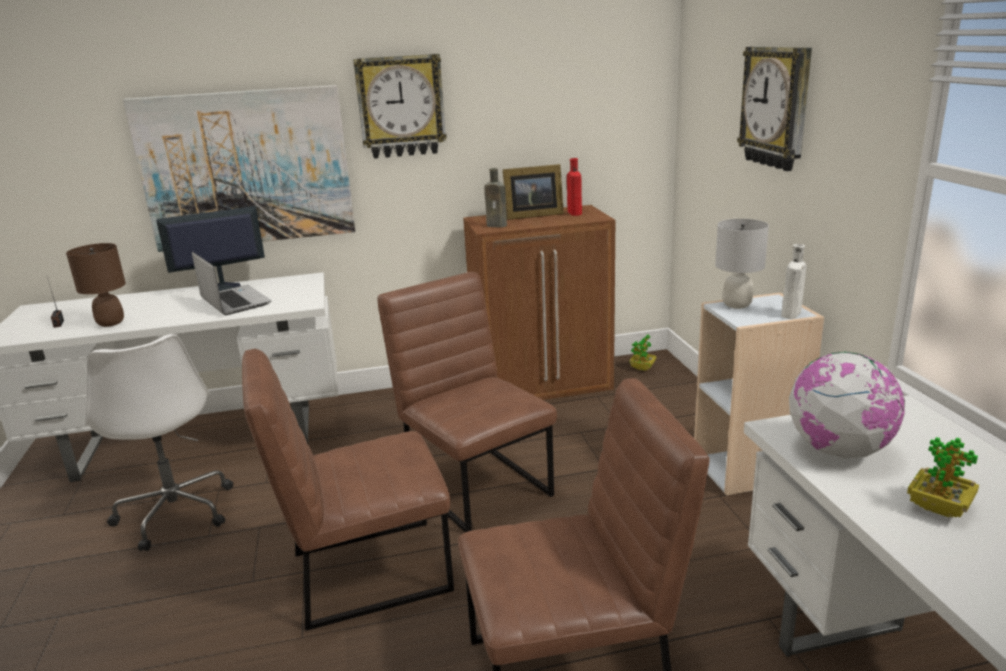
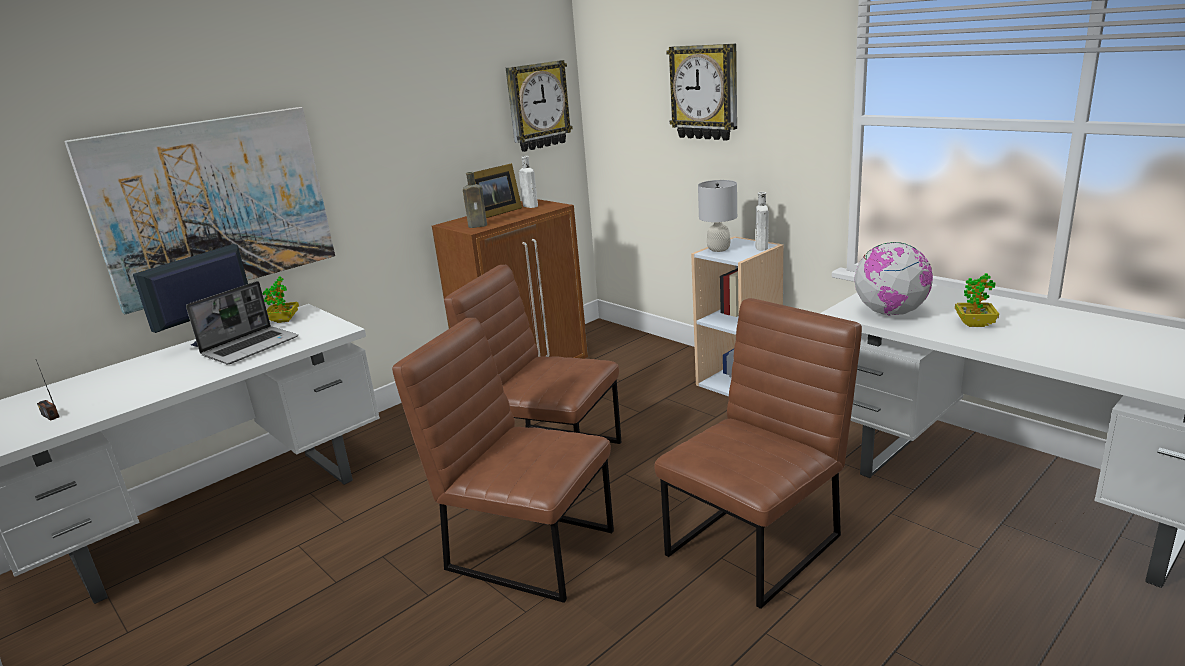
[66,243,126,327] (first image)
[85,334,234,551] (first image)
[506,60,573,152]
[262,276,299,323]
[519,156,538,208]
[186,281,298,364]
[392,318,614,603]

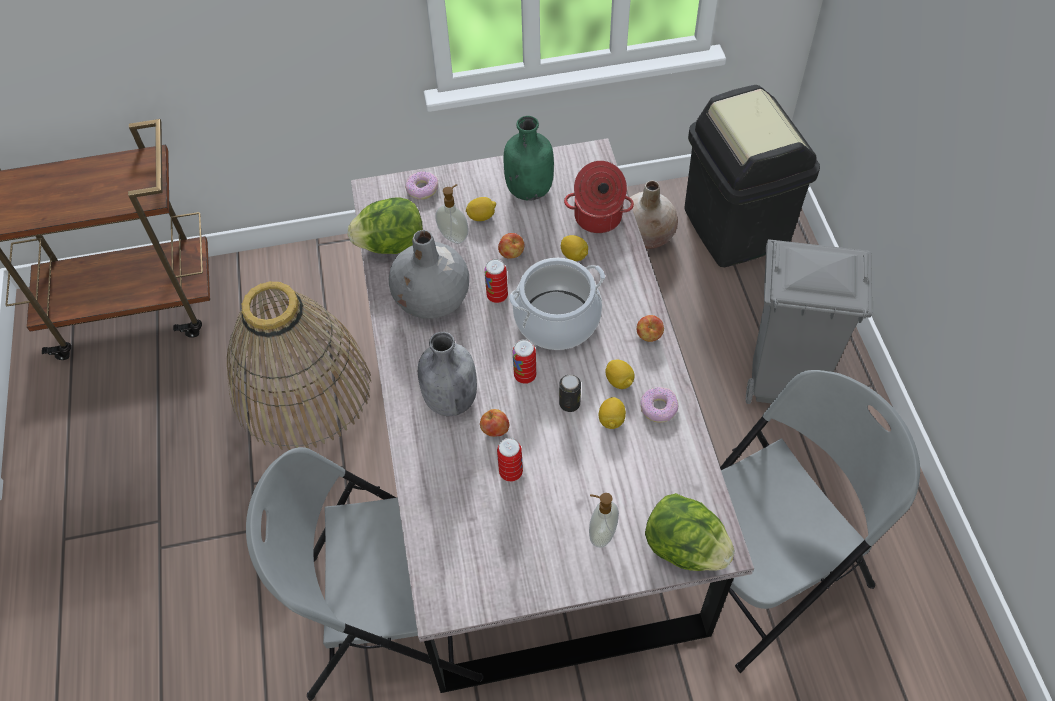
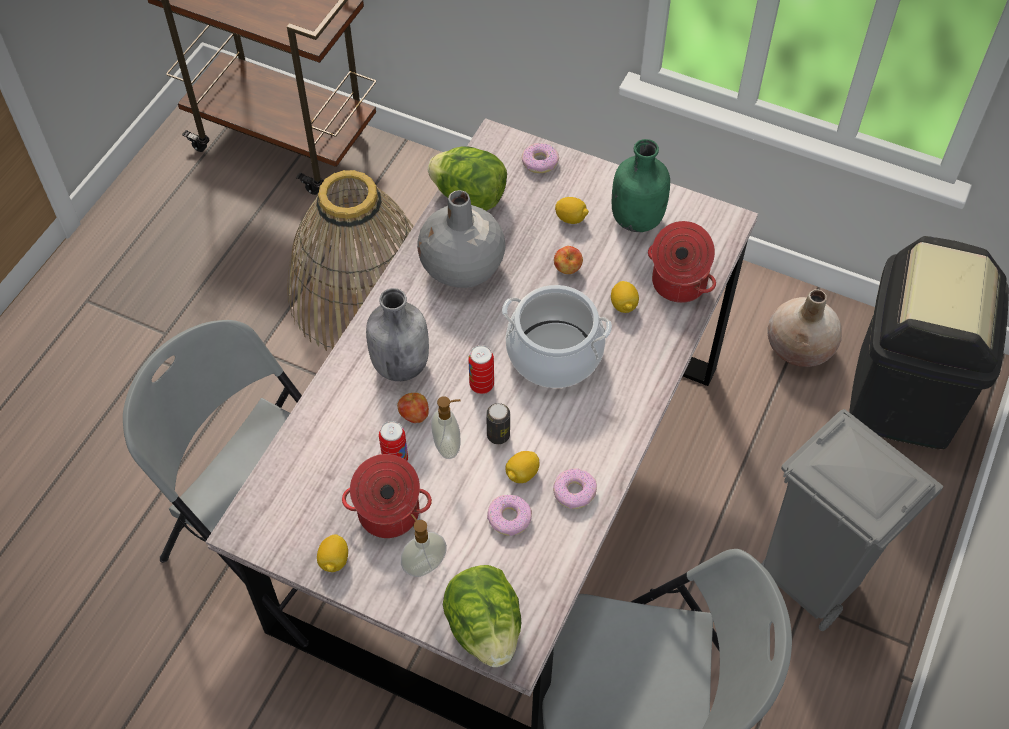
[484,259,508,303] (first image)
[637,315,664,342] (first image)
[342,454,432,538]
[487,495,532,536]
[431,396,461,459]
[317,534,348,572]

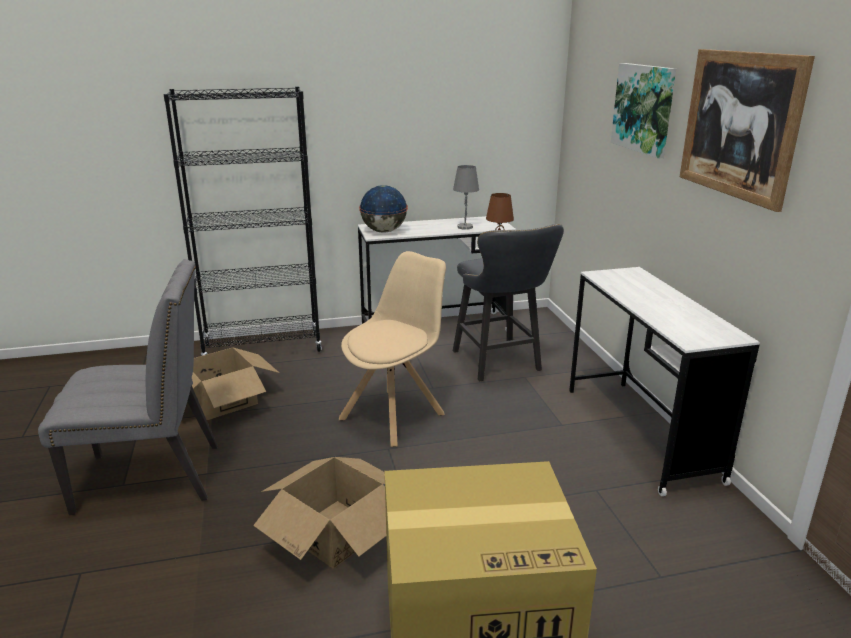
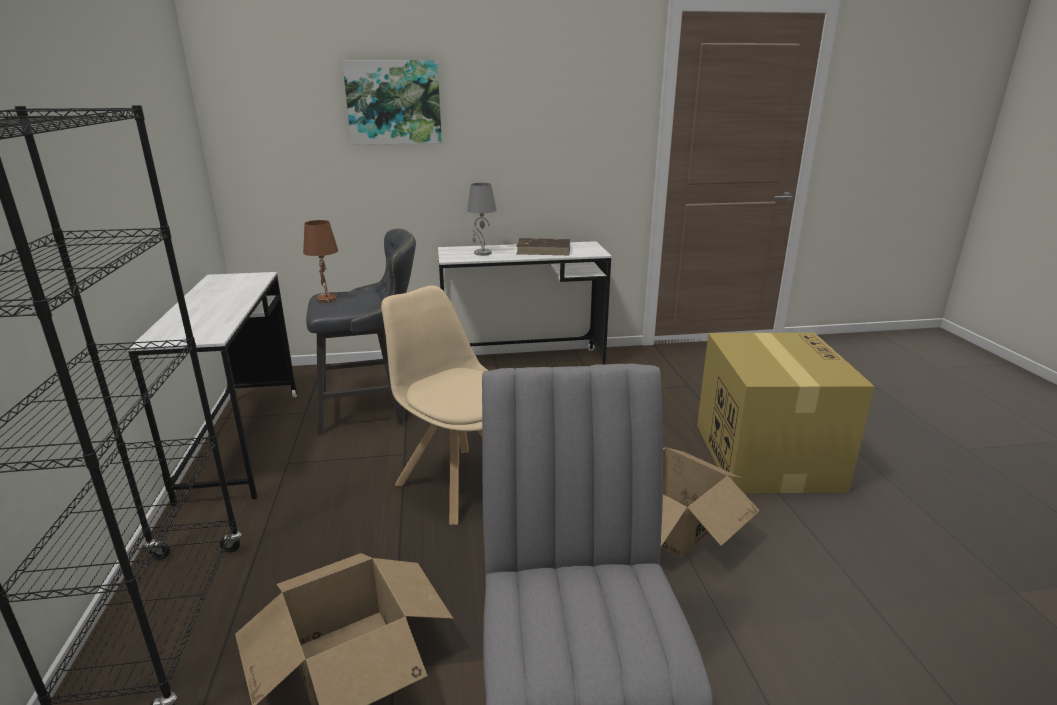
[359,185,408,233] (first image)
[680,49,815,212] (first image)
[516,238,570,255]
[467,183,496,256]

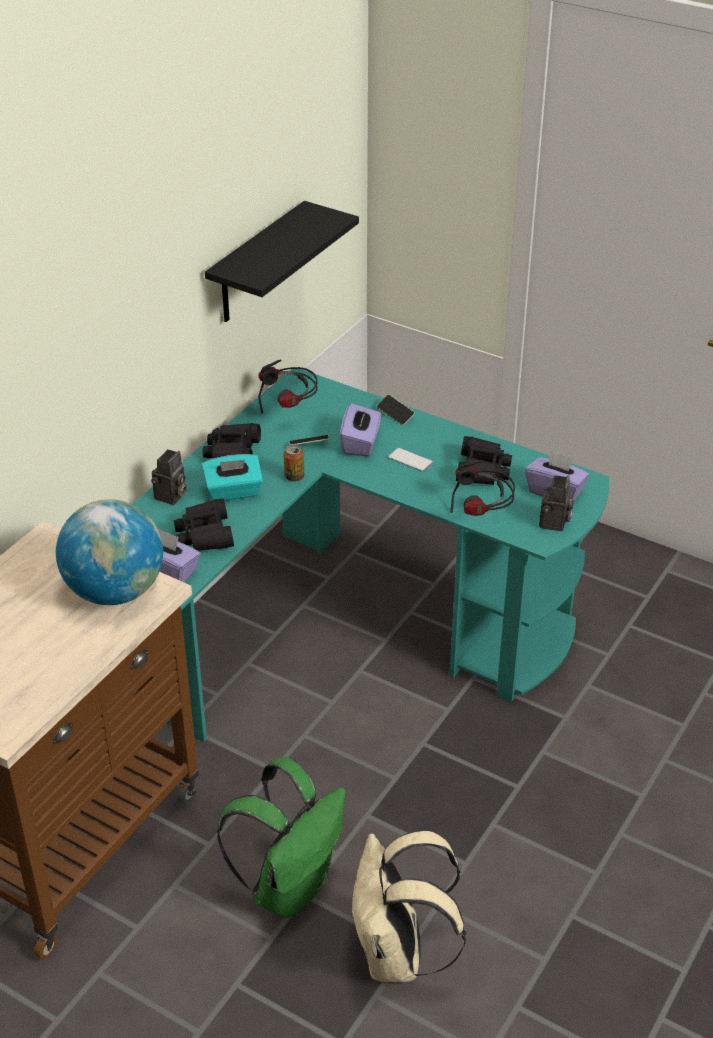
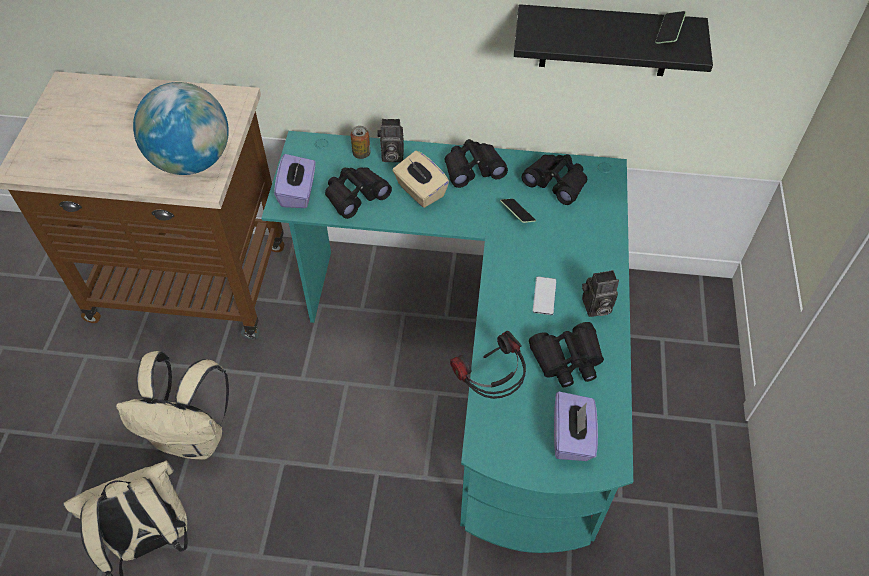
[340,403,381,457] (first image)
[351,126,371,159]
[655,11,686,44]
[582,270,619,317]
[522,154,587,205]
[392,151,449,208]
[116,351,229,460]

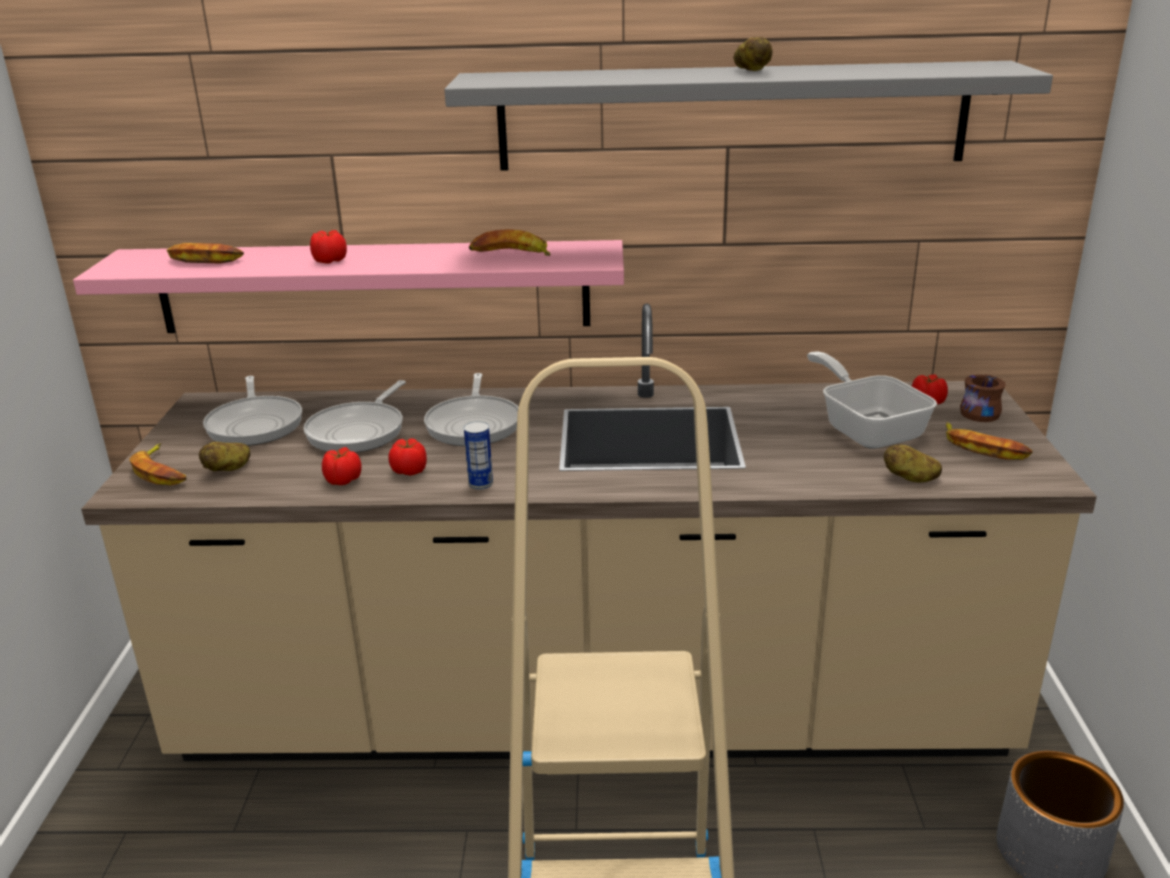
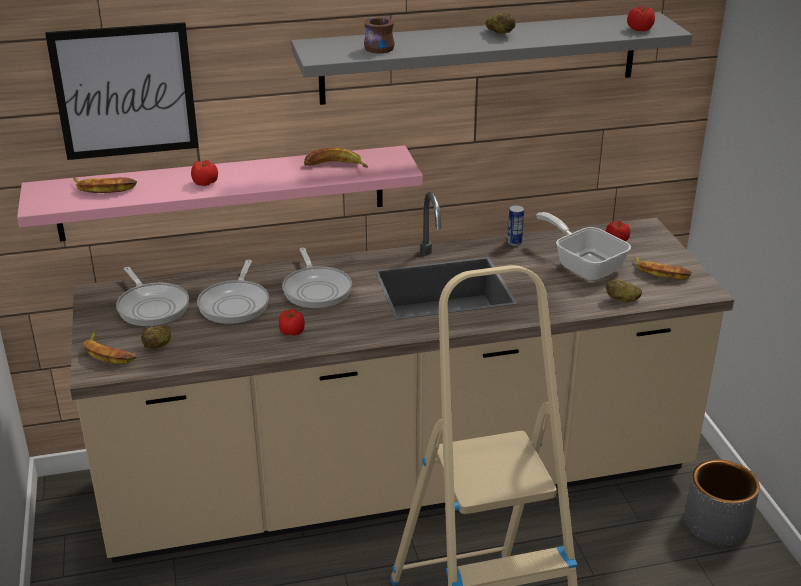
[45,22,199,160]
[627,6,655,31]
[507,205,524,246]
[364,17,395,53]

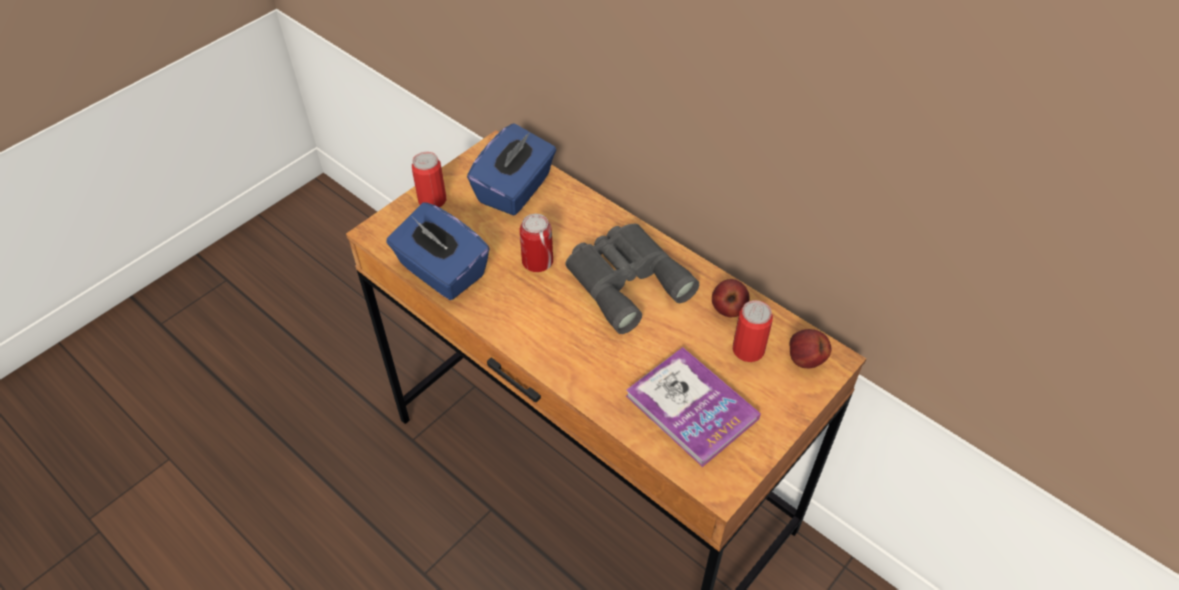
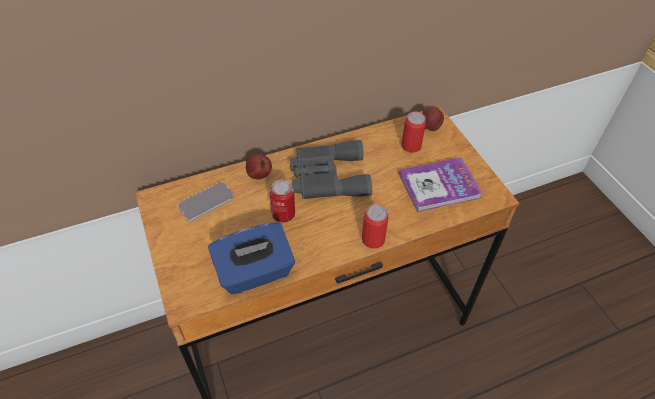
[362,204,389,249]
[246,154,272,179]
[178,182,234,221]

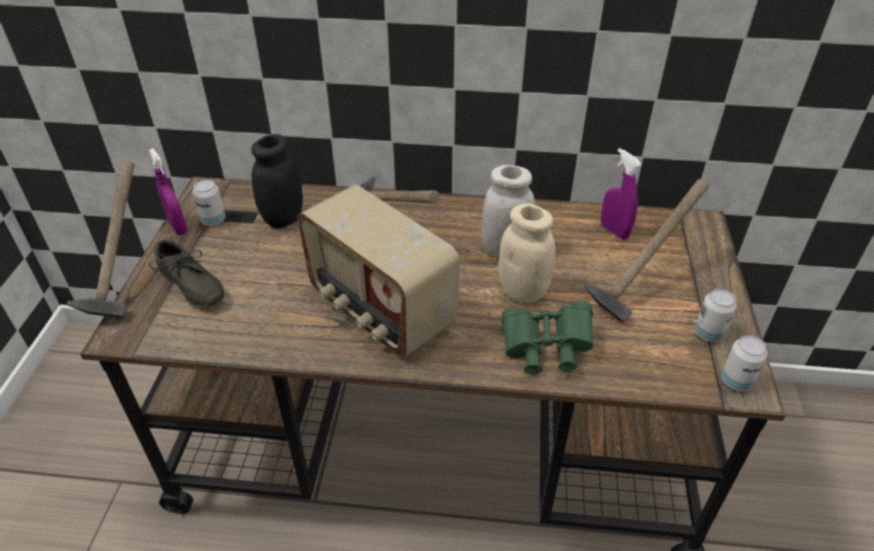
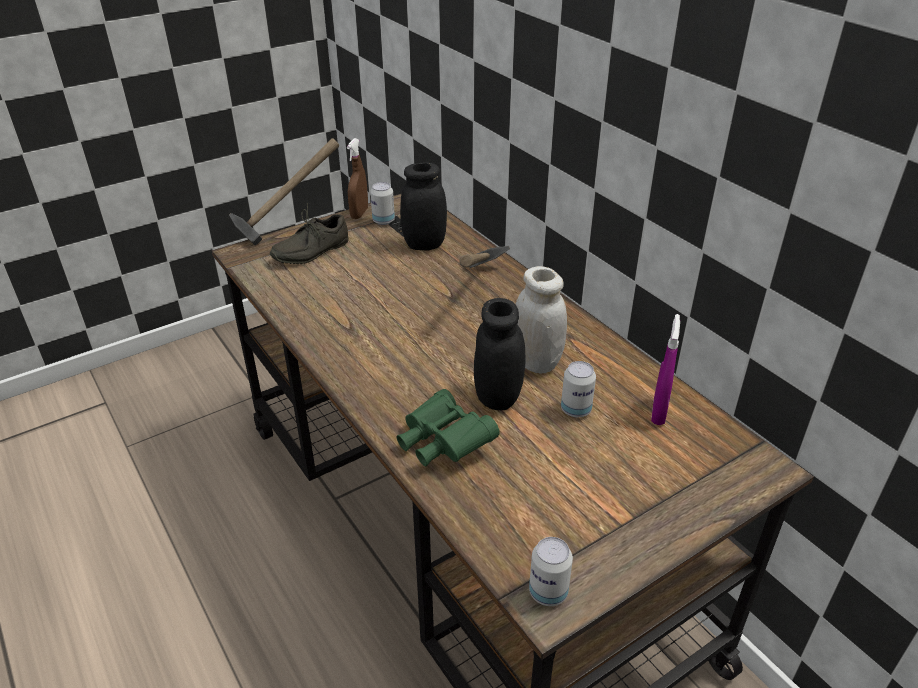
[298,185,460,357] (first image)
[585,179,709,322] (first image)
[561,361,596,418]
[347,138,368,219]
[474,298,526,410]
[270,203,349,264]

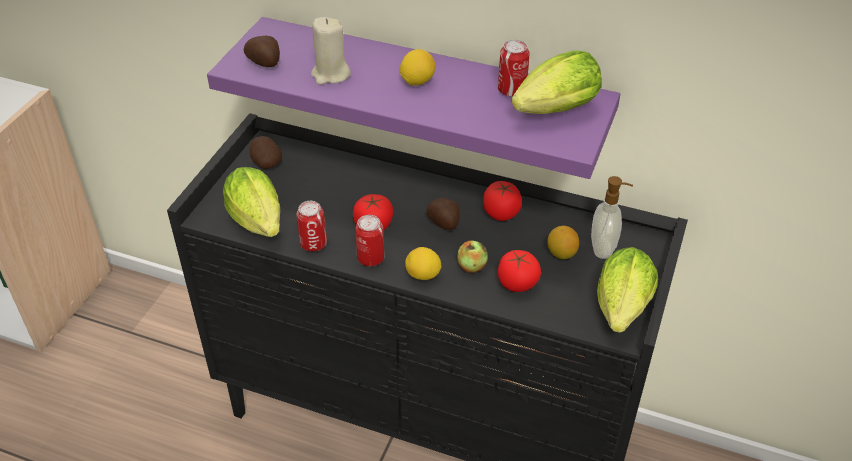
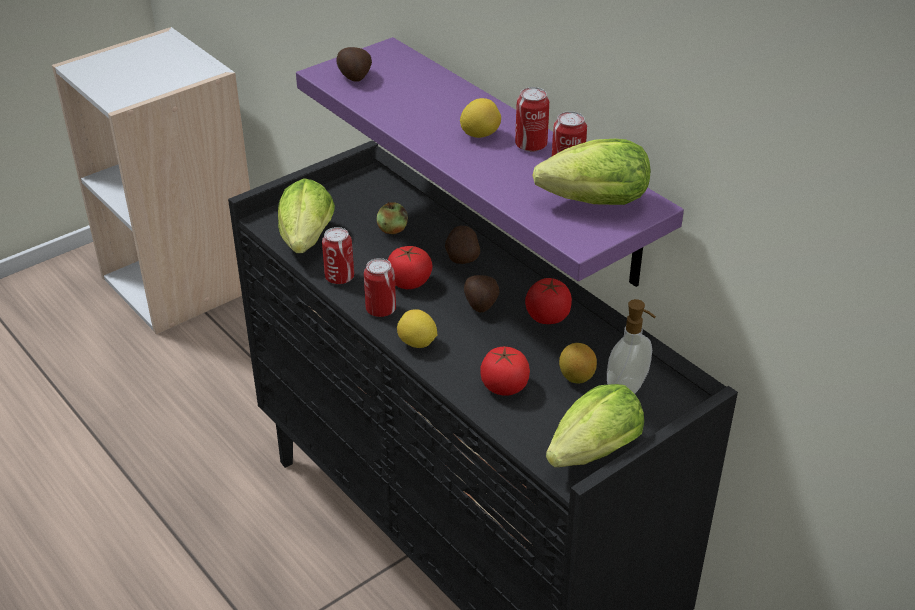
[311,17,351,85] (first image)
[515,87,549,152]
[445,226,480,264]
[377,202,408,234]

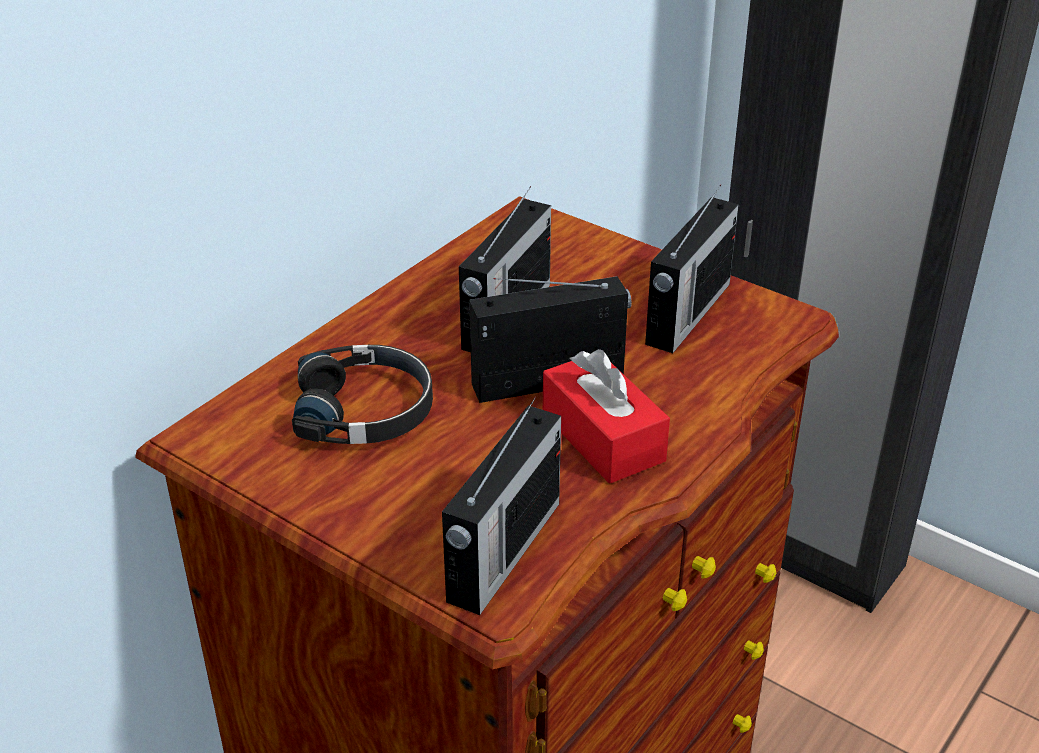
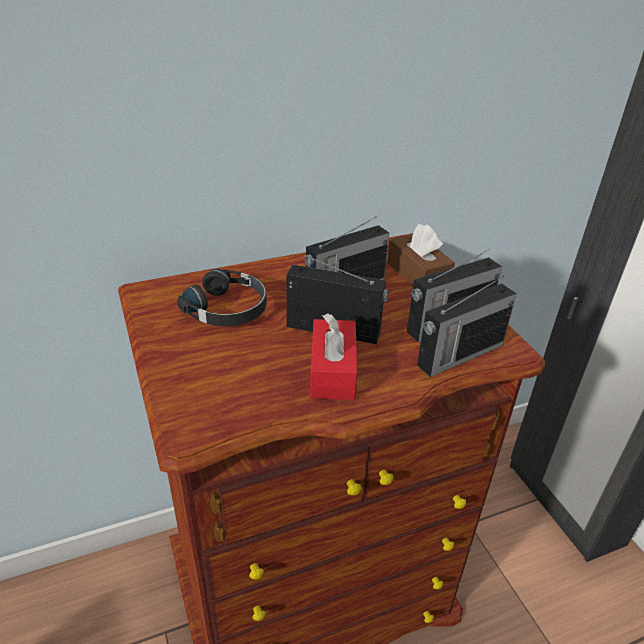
[387,224,455,287]
[417,276,517,377]

